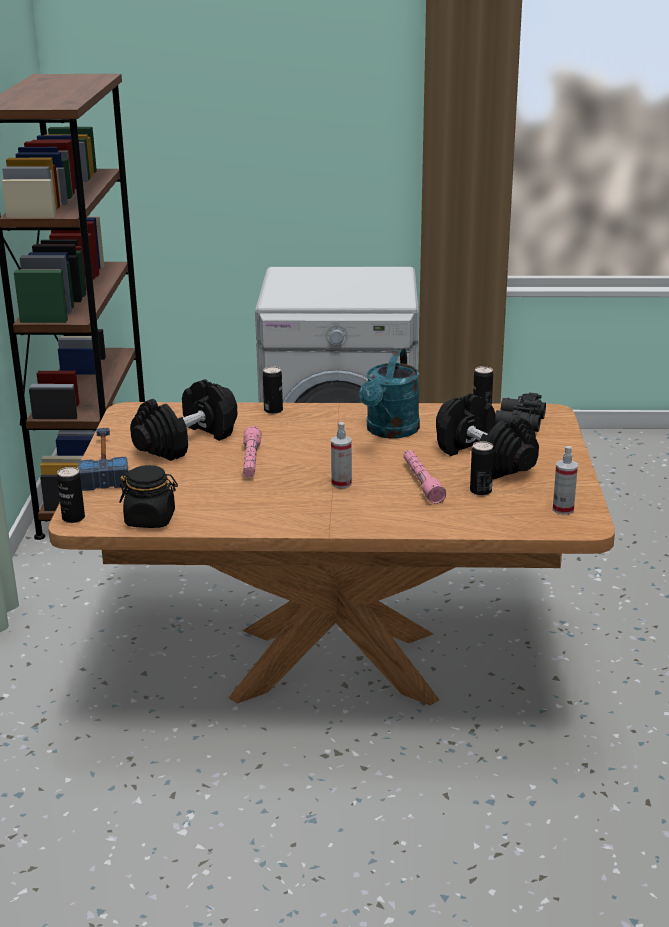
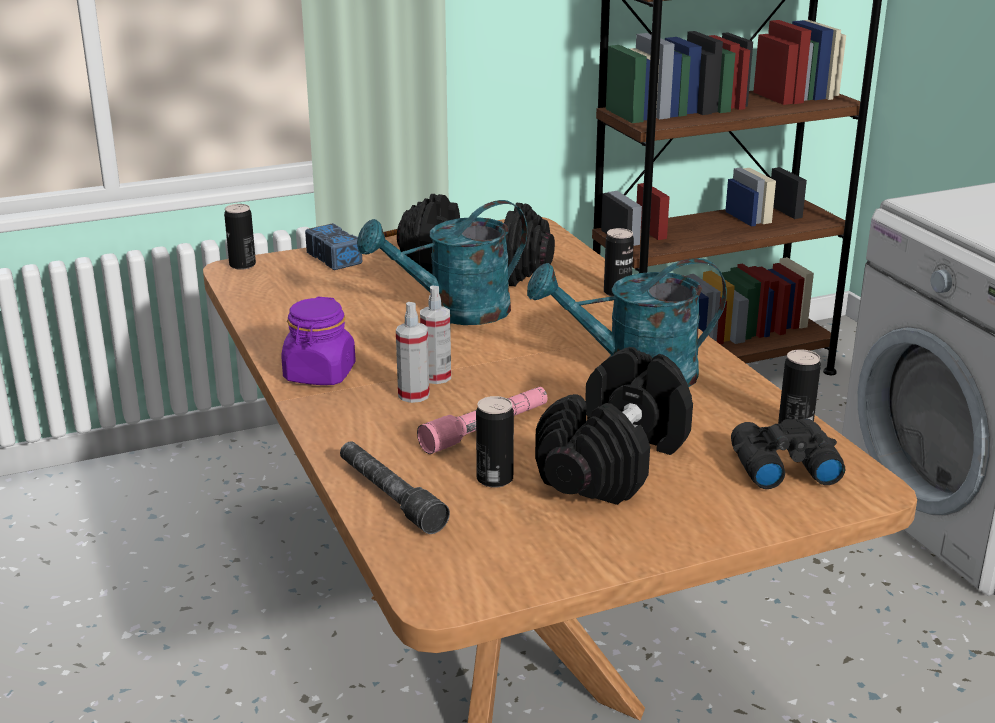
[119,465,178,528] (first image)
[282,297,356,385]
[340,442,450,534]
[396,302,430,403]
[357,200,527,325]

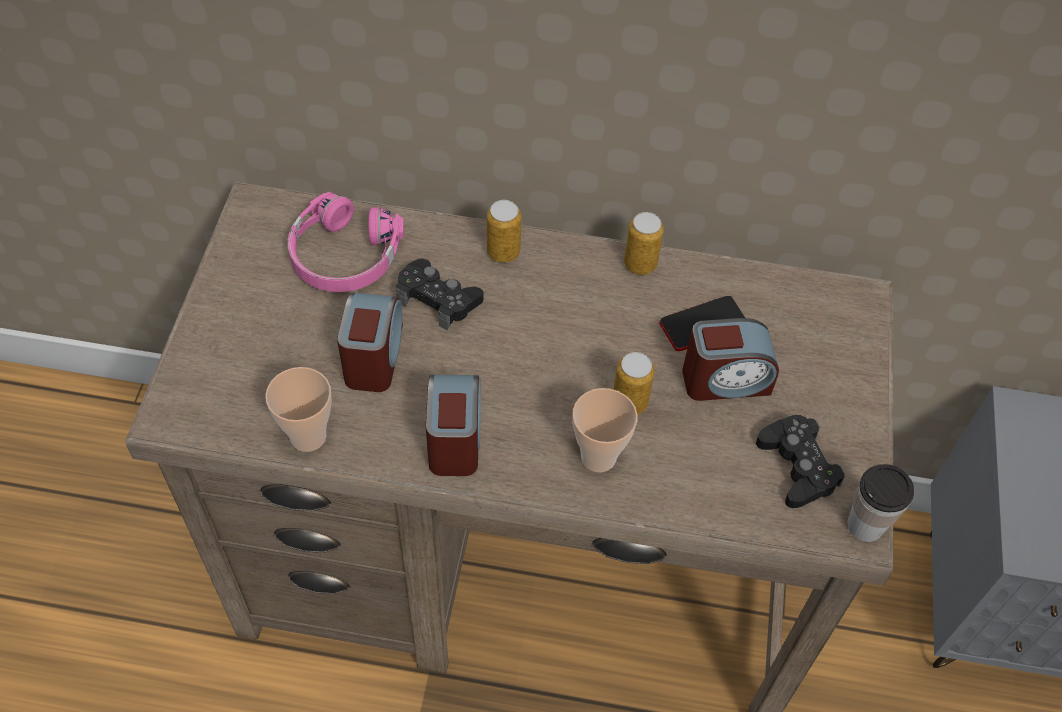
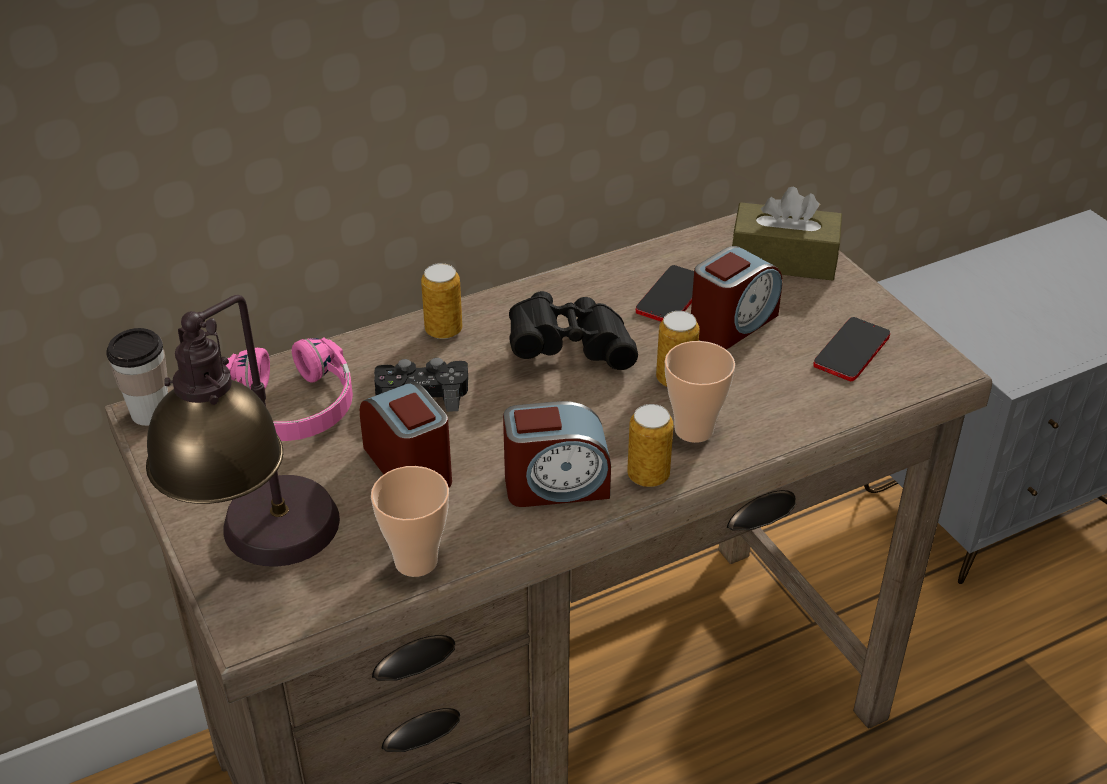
[146,295,340,567]
[509,291,638,370]
[732,187,842,281]
[627,404,674,487]
[106,328,168,426]
[813,317,890,381]
[503,401,611,507]

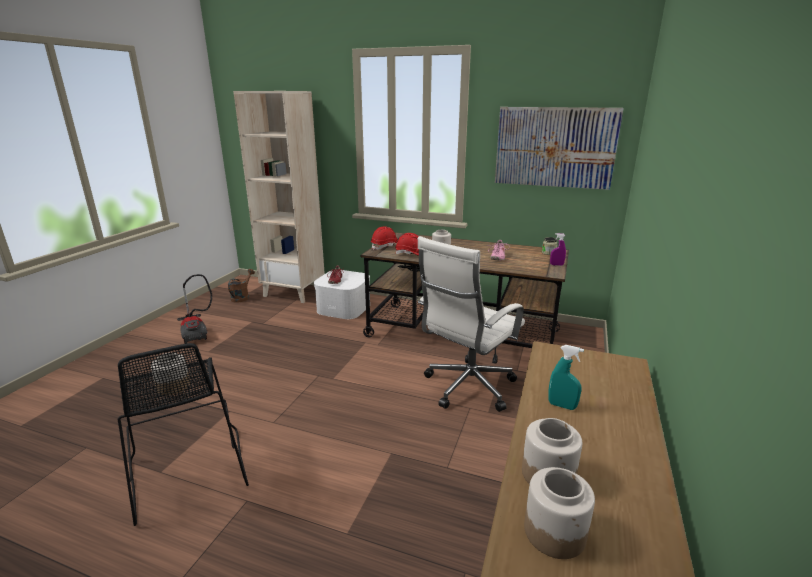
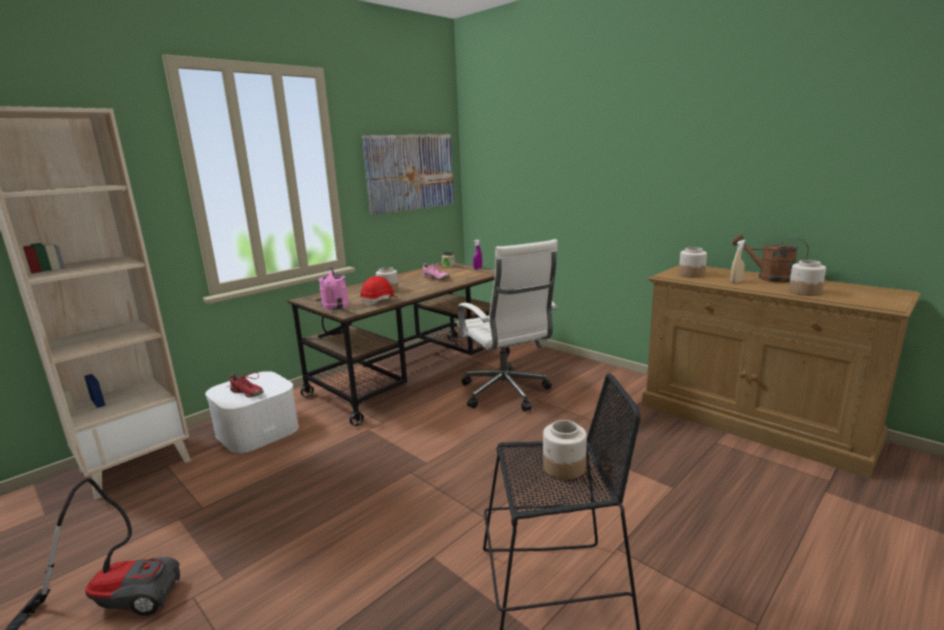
[732,234,809,283]
[679,247,707,278]
[319,267,349,310]
[730,240,746,283]

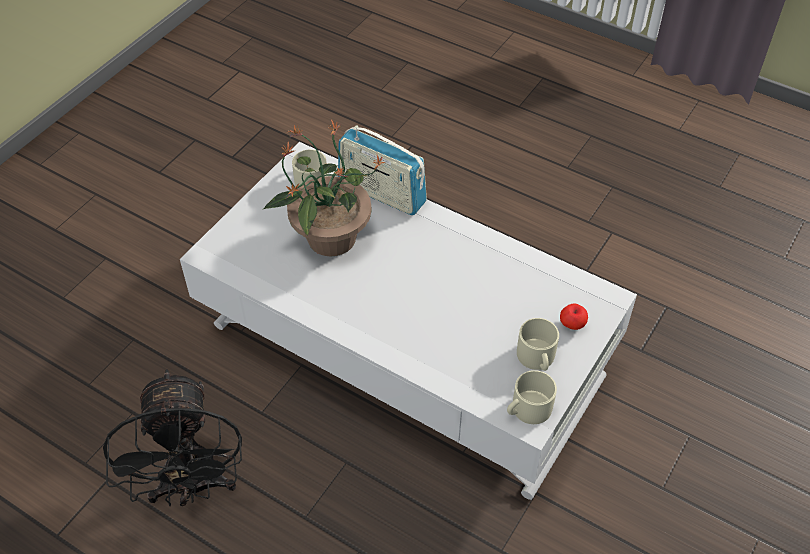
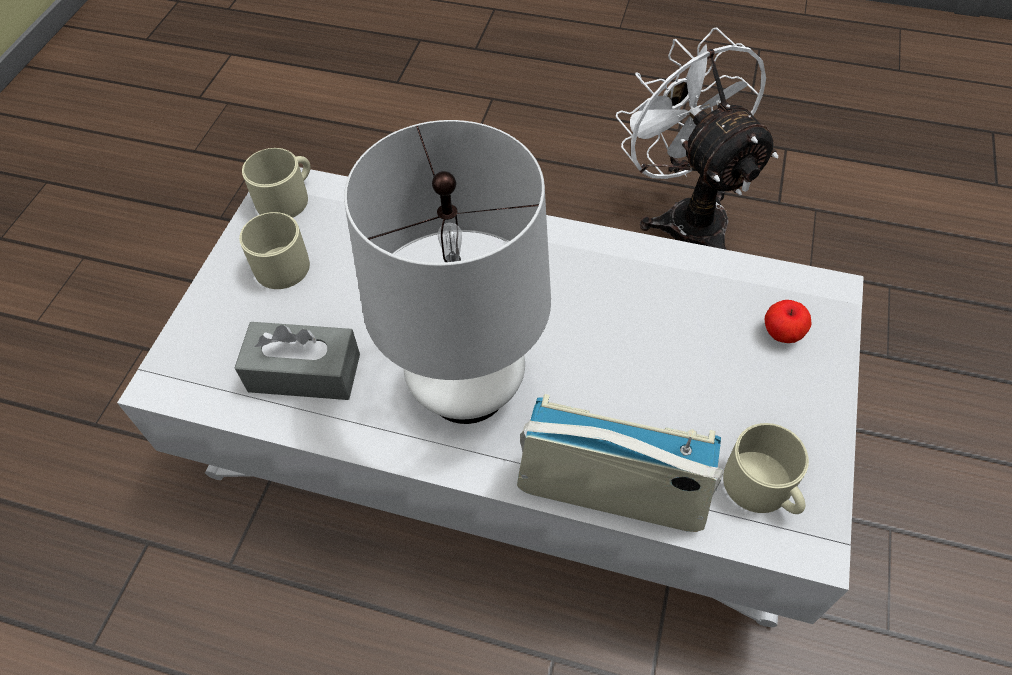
[263,120,385,256] (first image)
[235,322,360,400]
[344,120,551,424]
[765,300,812,343]
[615,27,778,250]

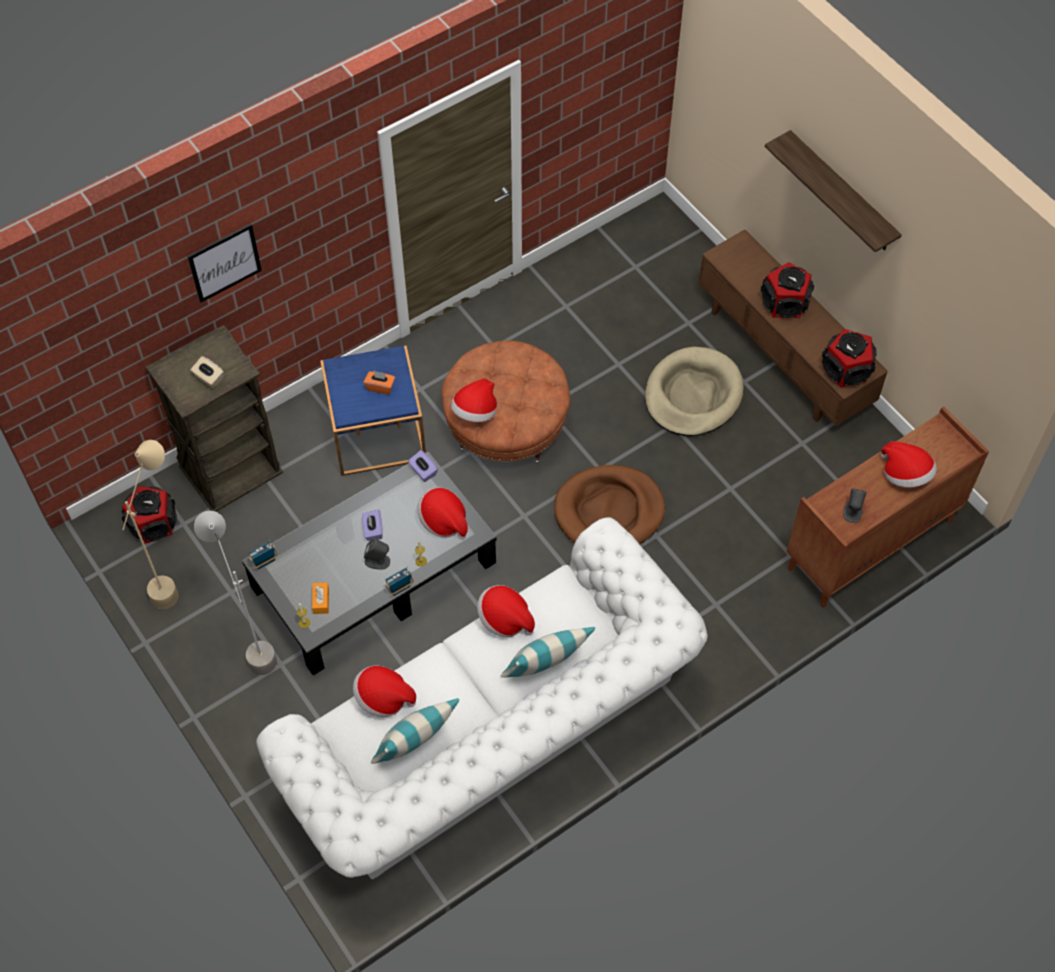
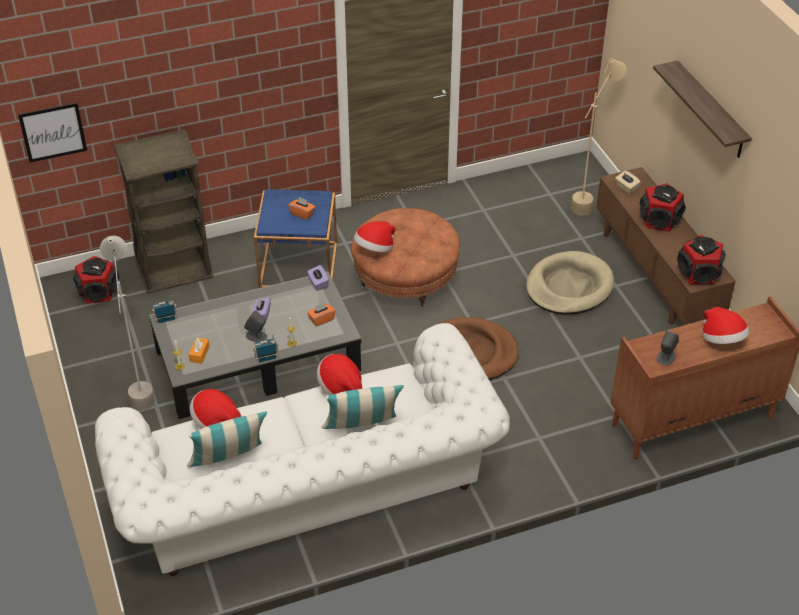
[571,59,627,216]
[18,103,87,163]
[615,171,641,194]
[307,302,336,326]

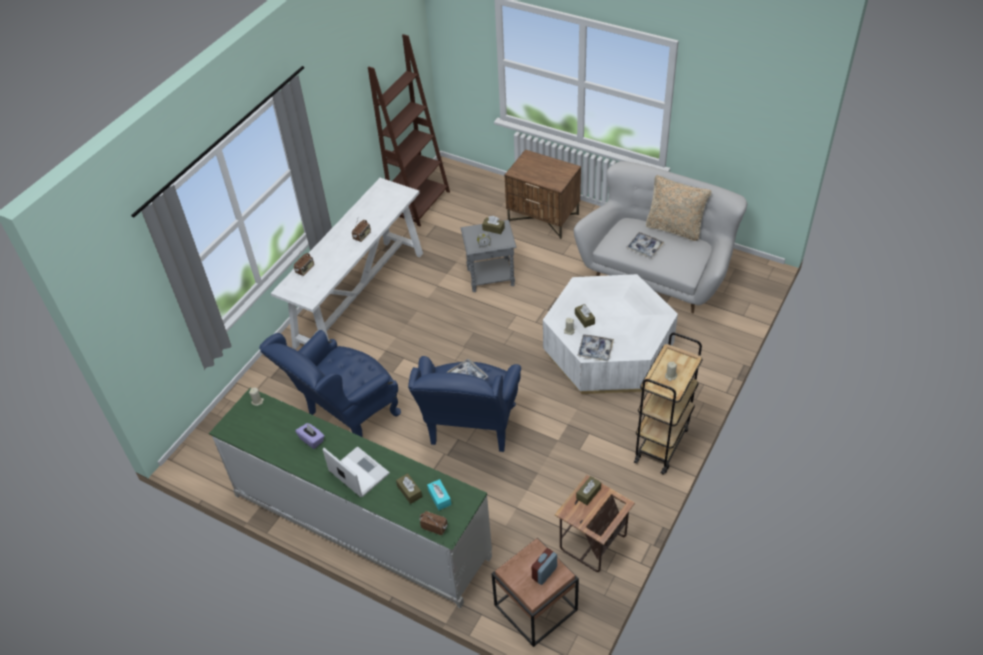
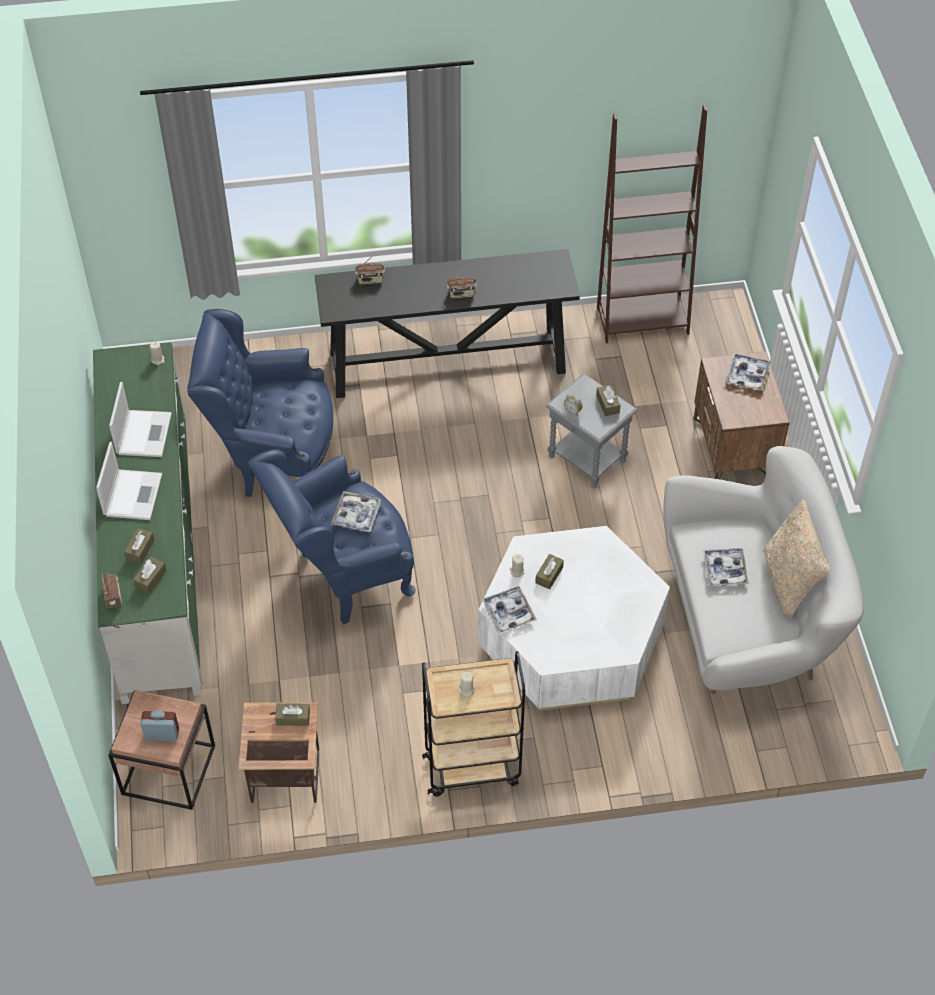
[725,353,771,391]
[109,382,172,457]
[315,249,580,398]
[133,557,167,594]

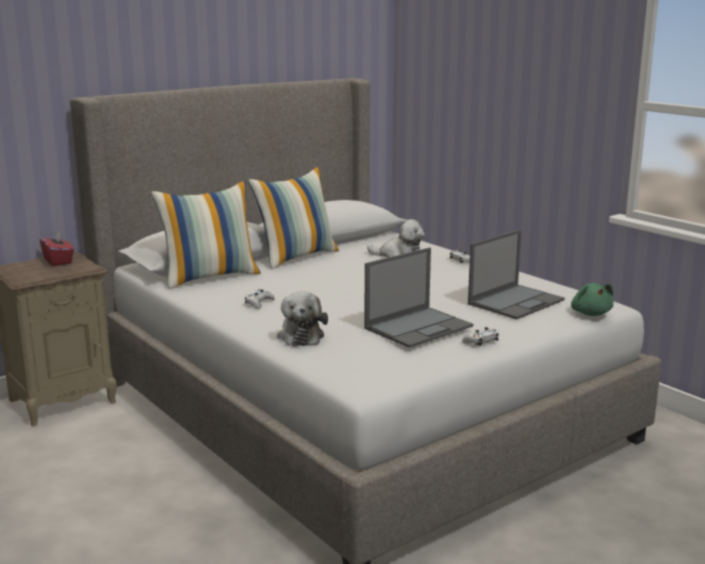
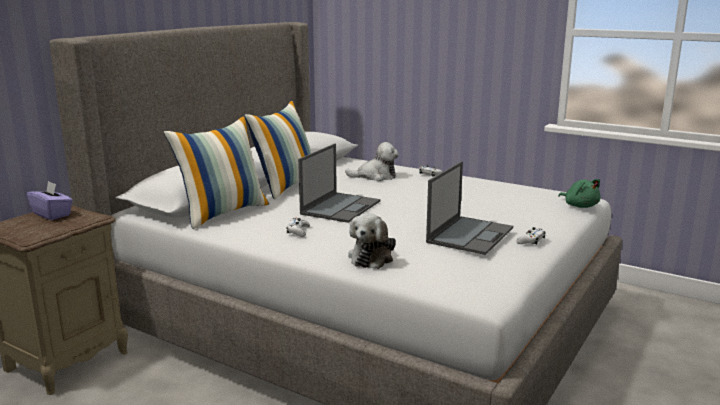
[298,144,380,223]
[27,181,73,220]
[348,214,396,269]

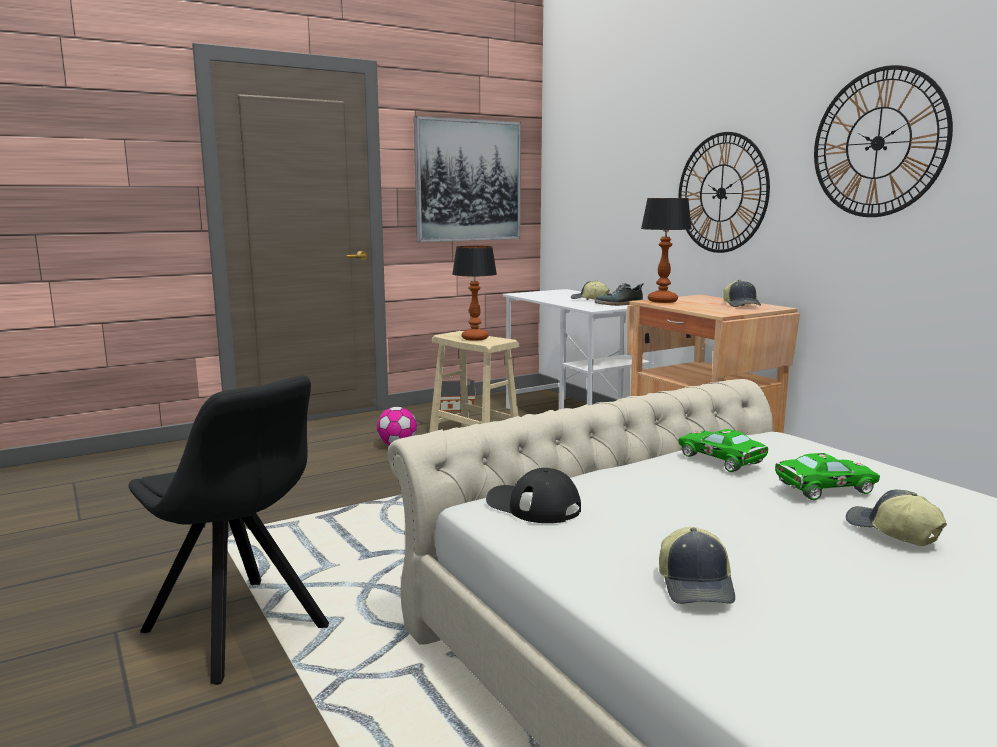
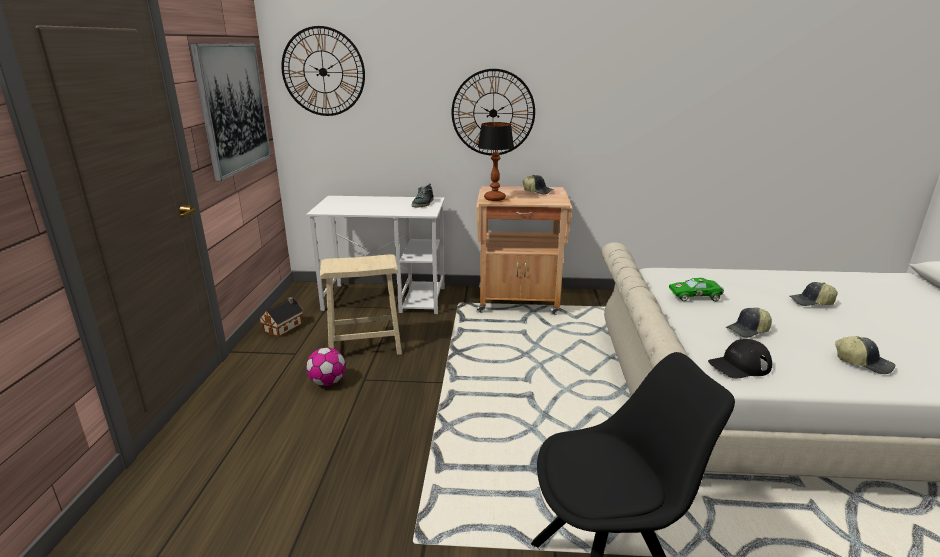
[452,246,497,341] (first image)
[775,453,880,500] (first image)
[726,308,772,338]
[281,26,365,116]

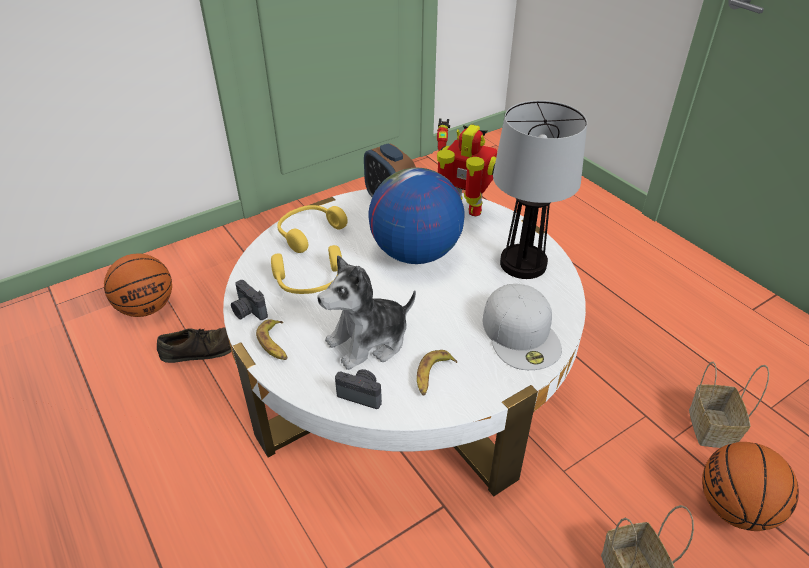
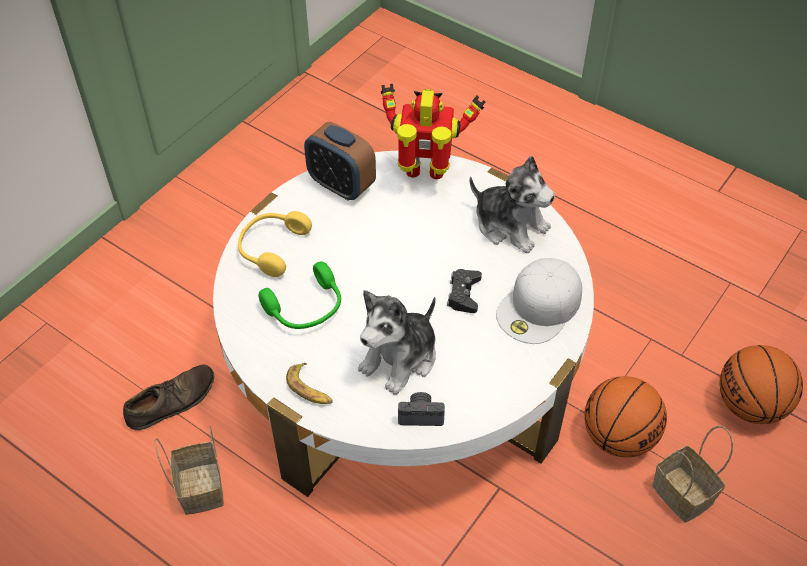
[231,280,268,320] (first image)
[368,167,464,264] (first image)
[417,350,457,396] (first image)
[447,269,482,313]
[584,376,667,457]
[155,426,224,515]
[470,156,555,253]
[258,261,341,329]
[496,258,582,344]

